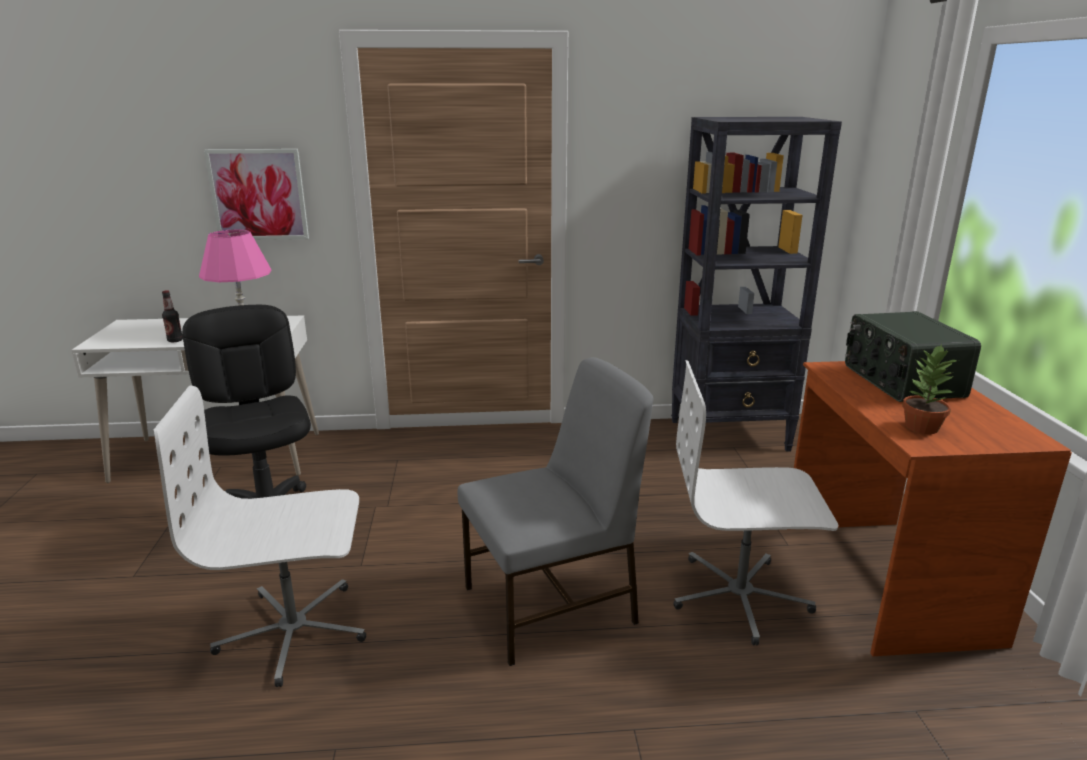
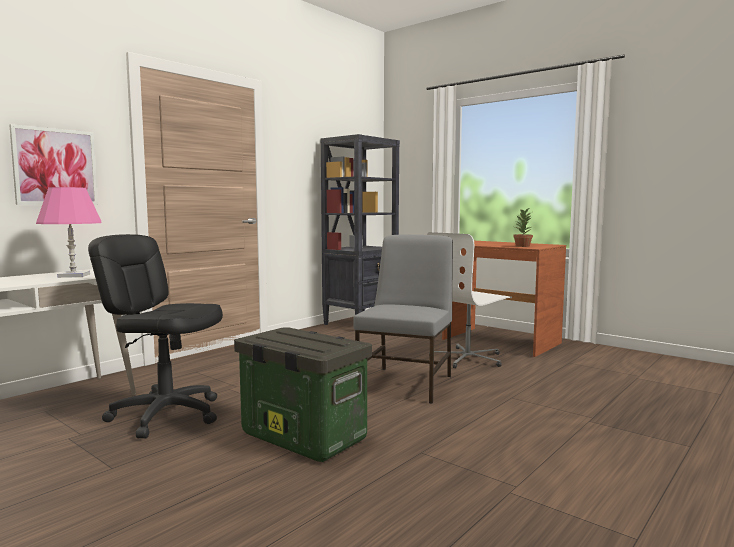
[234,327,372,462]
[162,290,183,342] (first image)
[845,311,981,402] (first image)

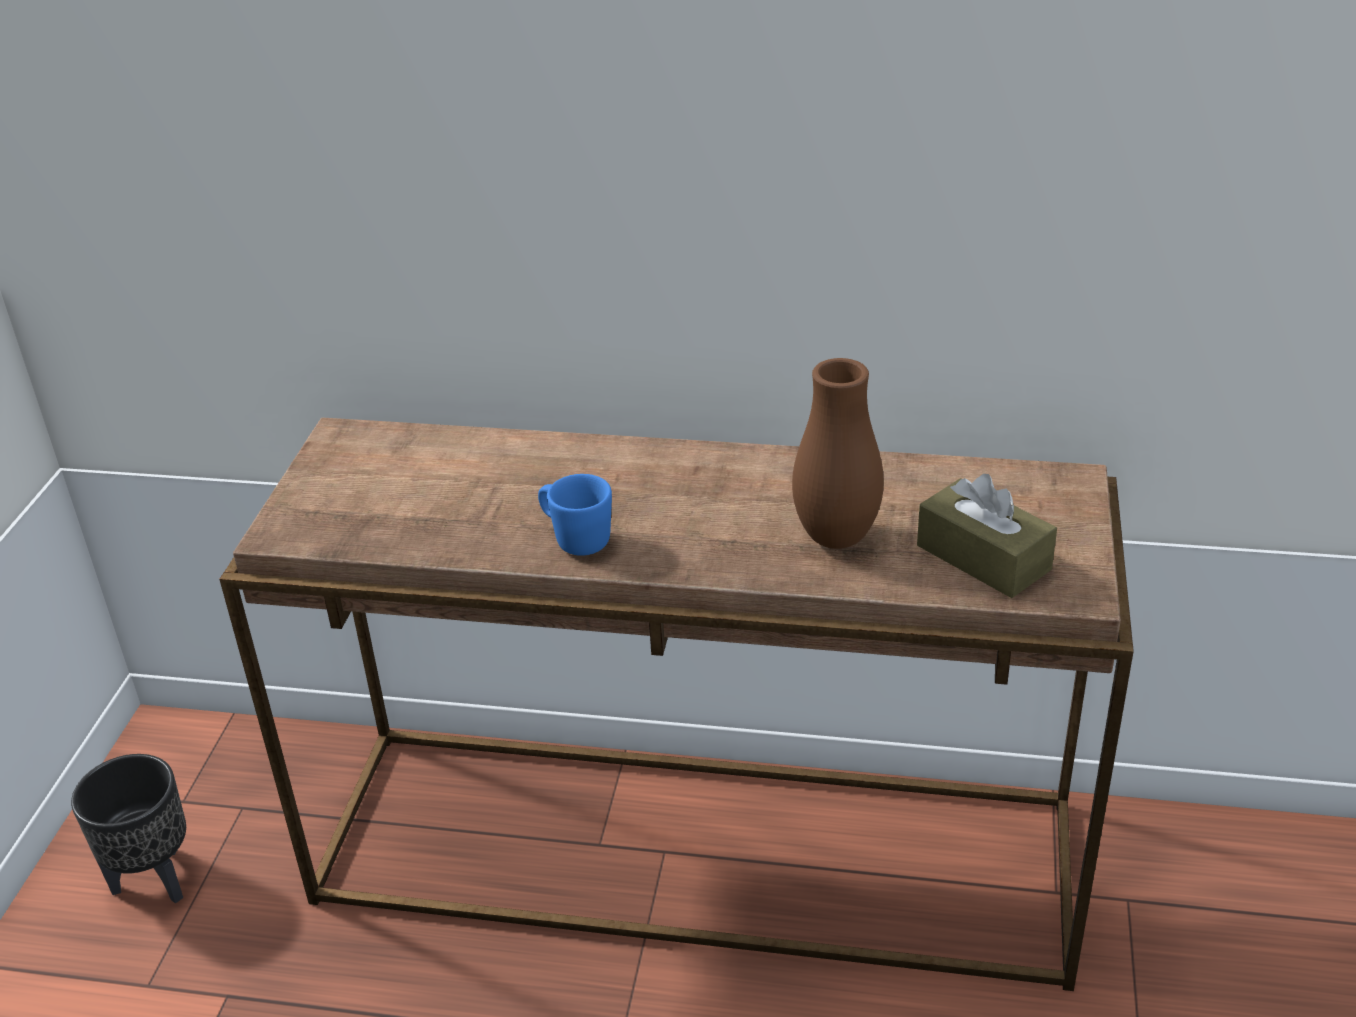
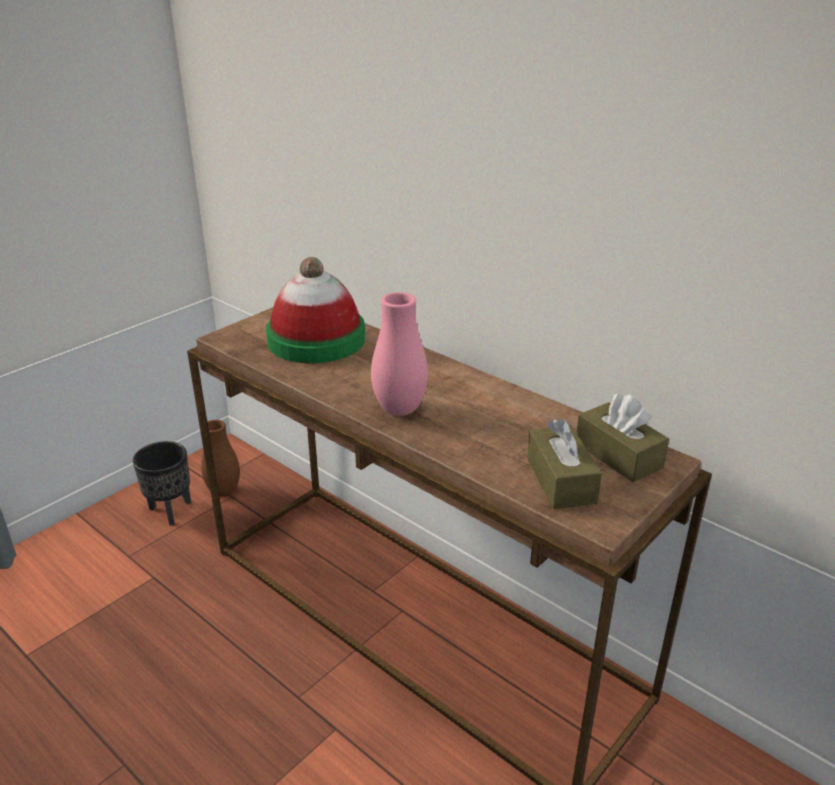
[201,420,240,497]
[266,257,365,363]
[371,292,428,416]
[576,394,669,482]
[538,474,612,556] (first image)

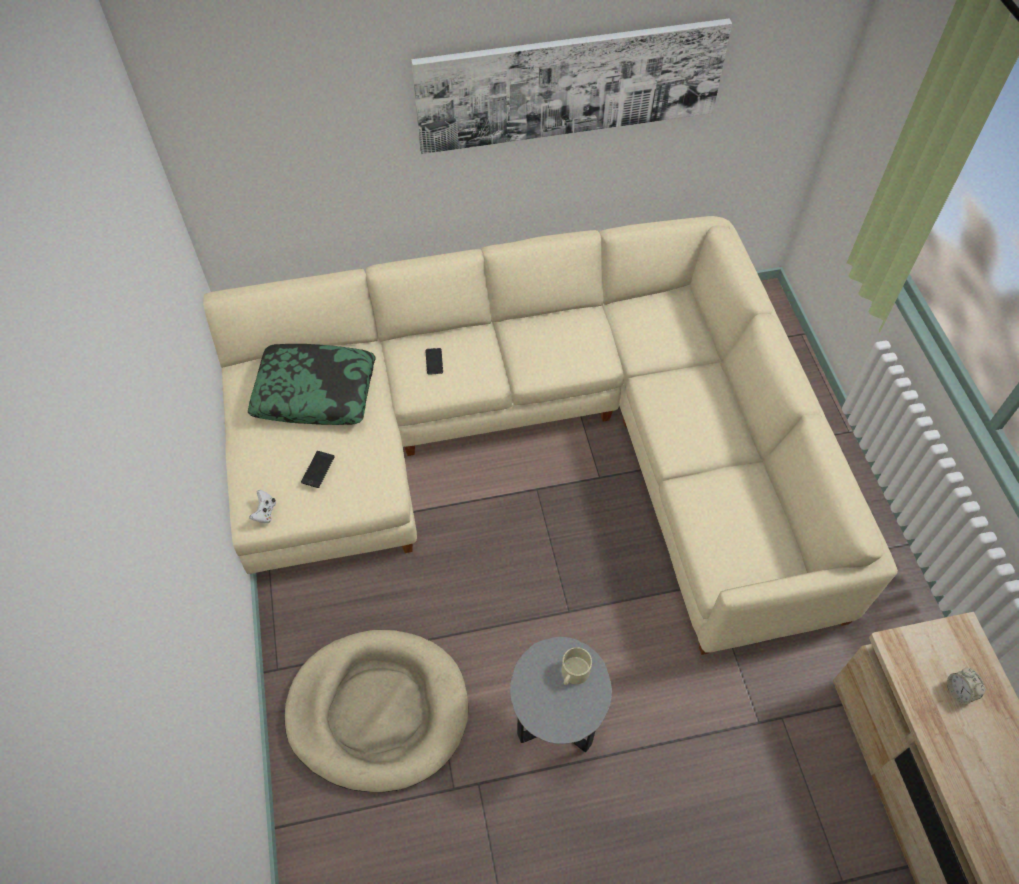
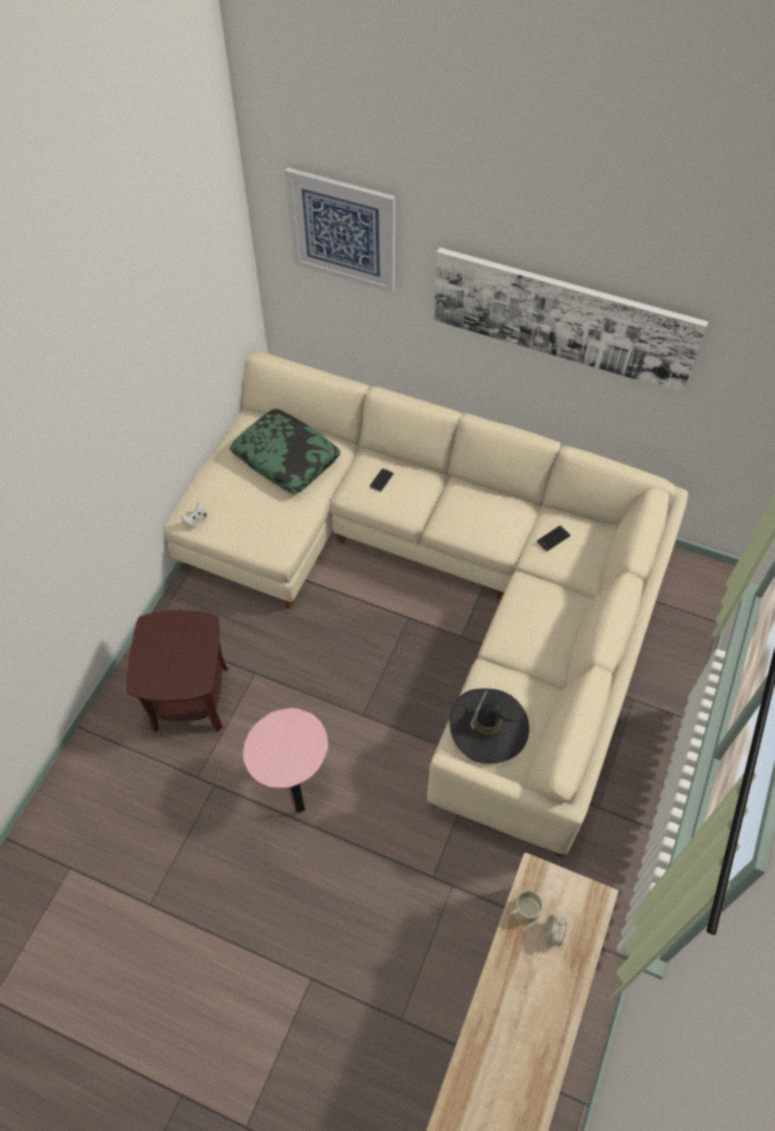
[126,610,228,732]
[243,708,328,813]
[285,167,395,293]
[449,688,529,764]
[510,891,543,924]
[537,526,570,551]

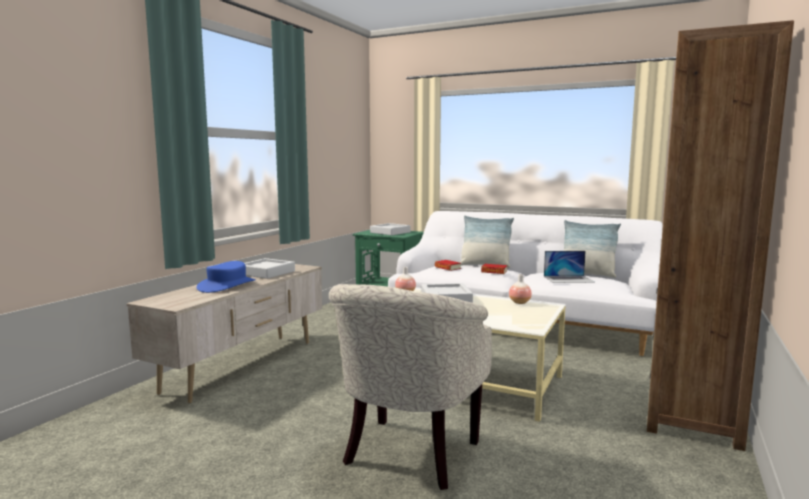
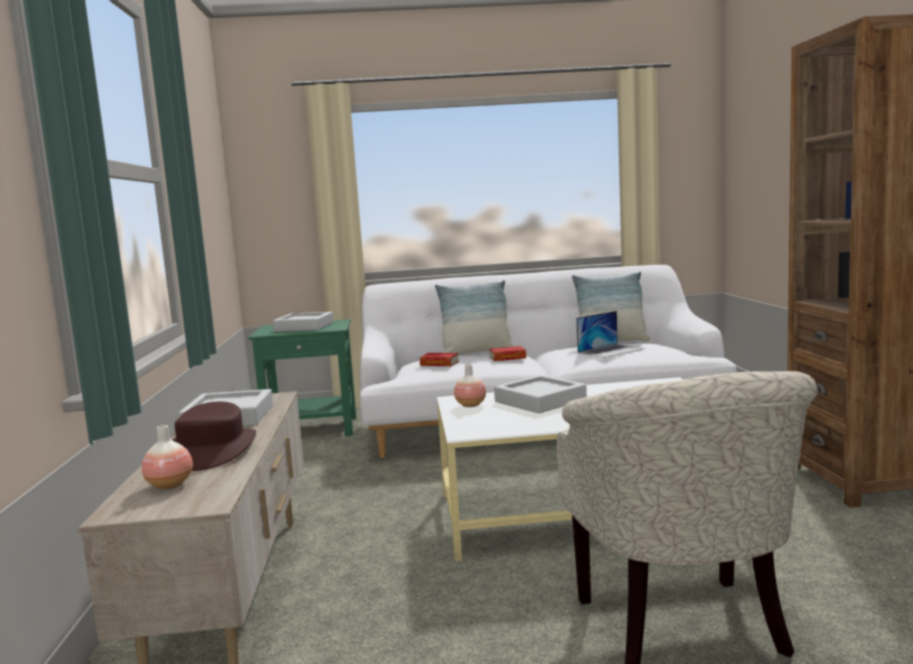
[142,425,193,489]
[172,402,256,471]

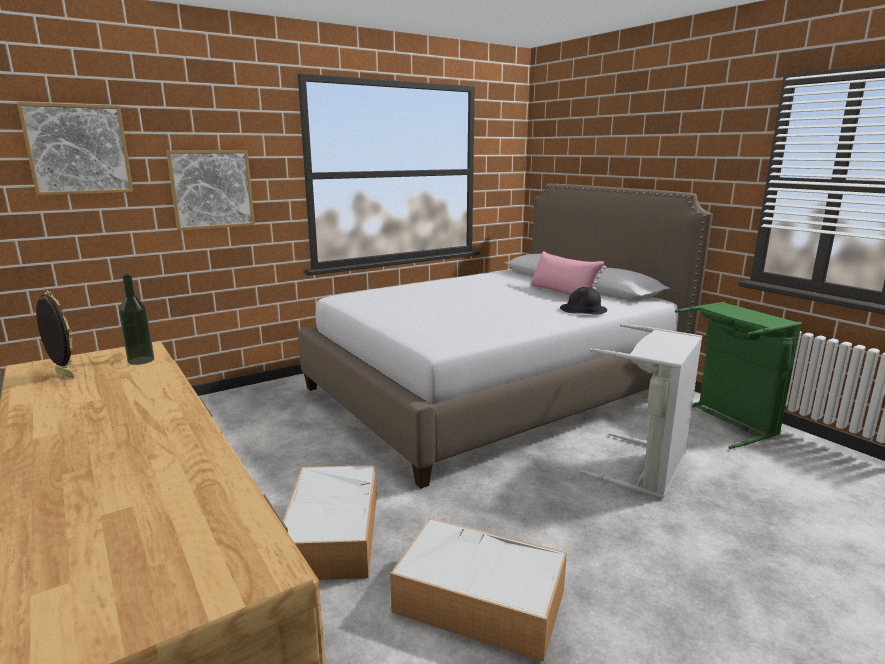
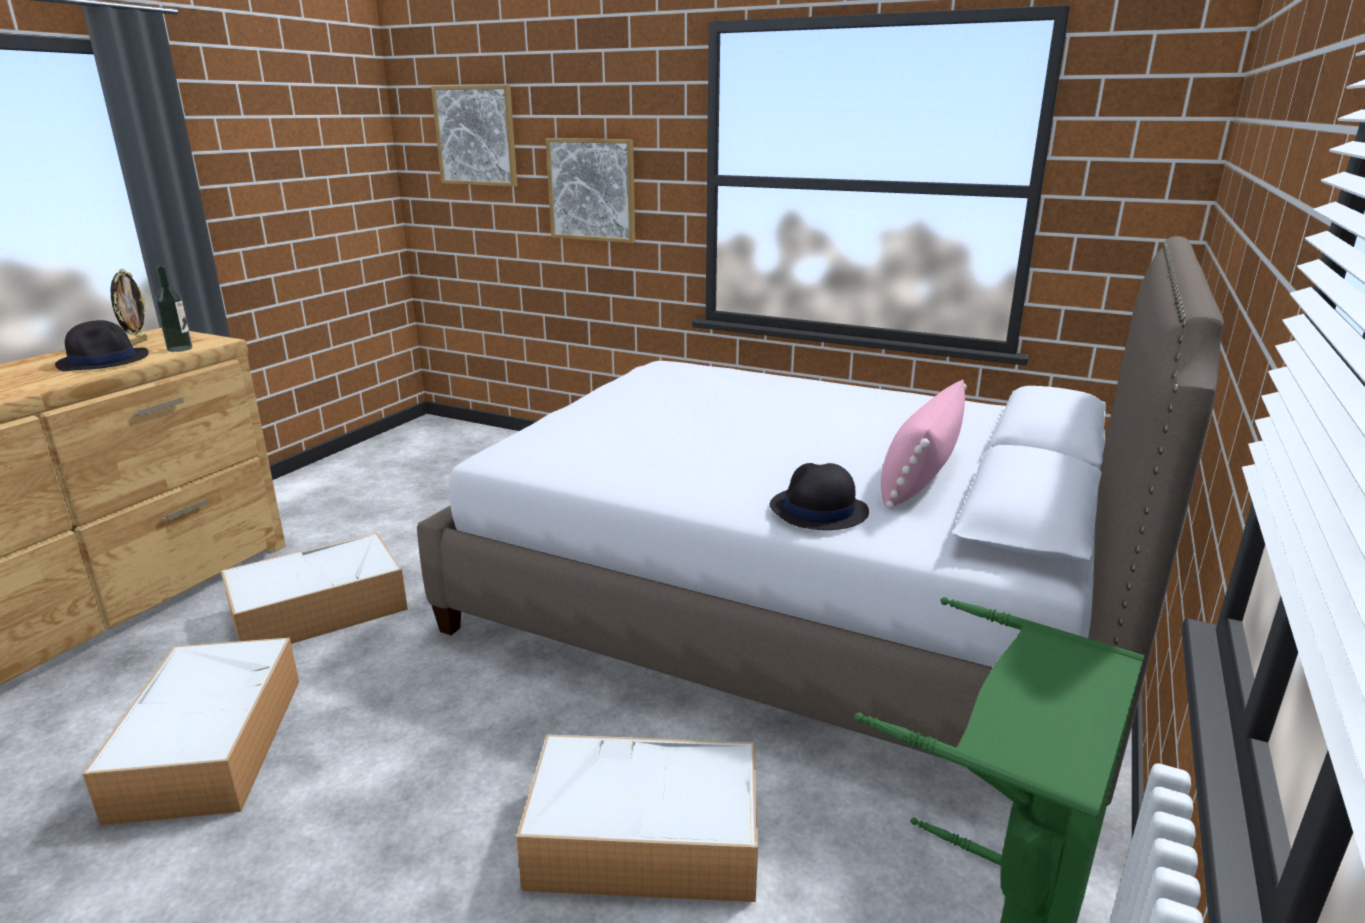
[55,320,149,371]
[516,734,758,902]

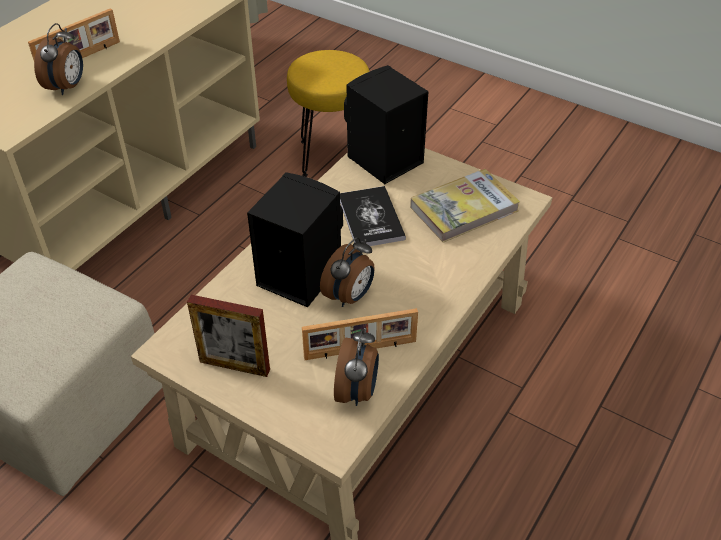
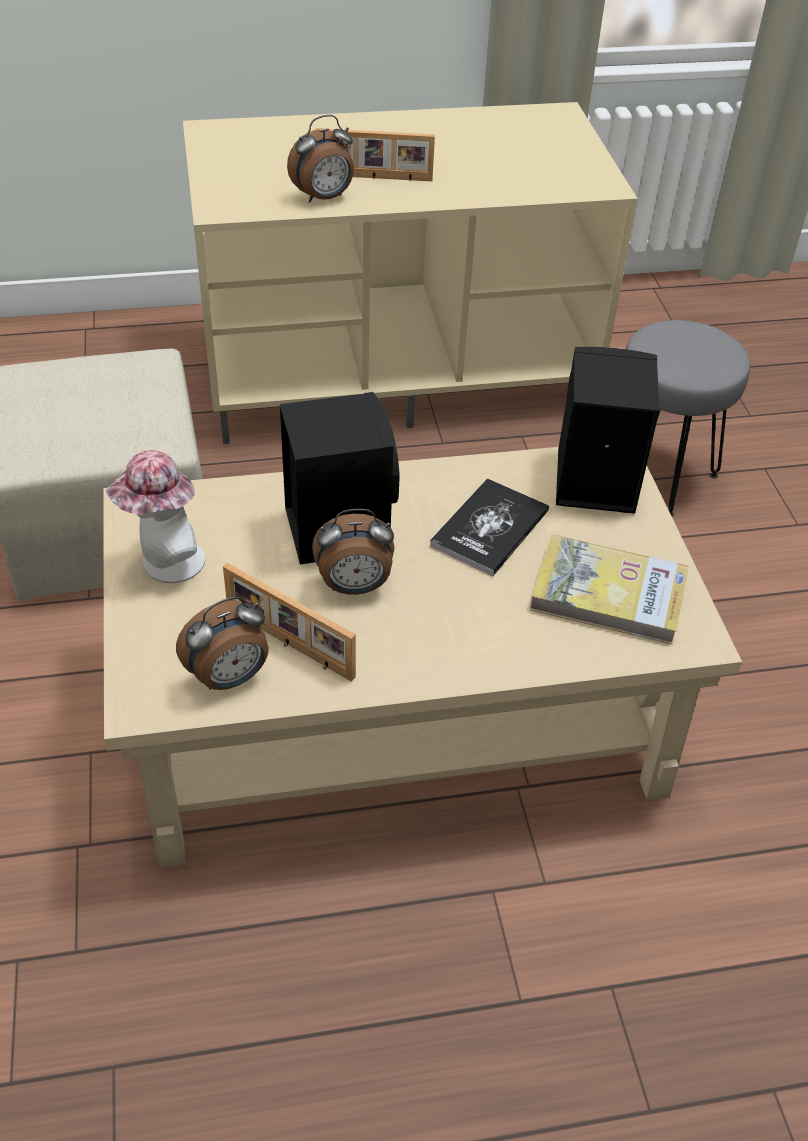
[105,450,205,583]
[626,320,750,516]

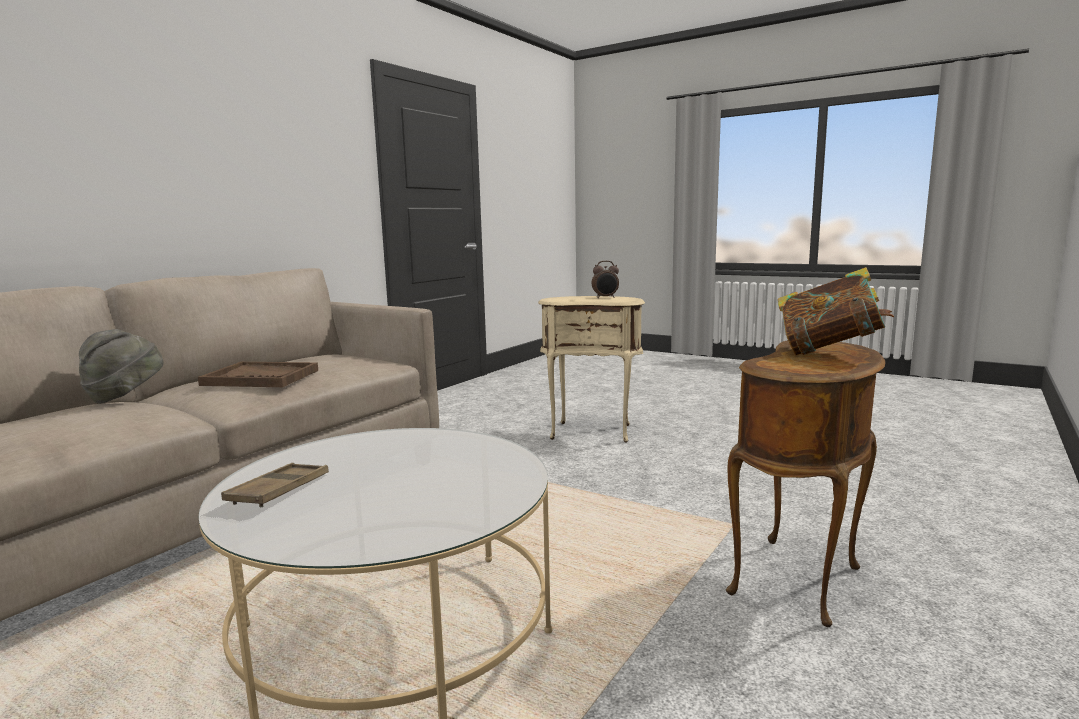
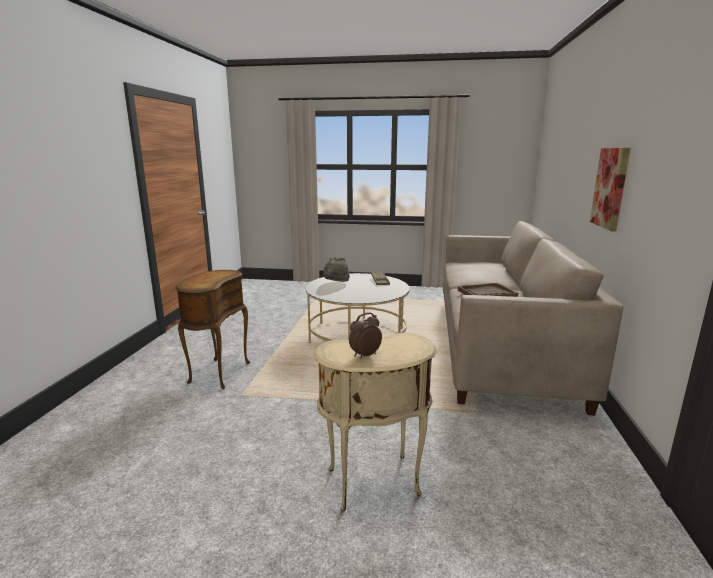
[323,257,350,282]
[590,148,631,231]
[778,267,894,355] (first image)

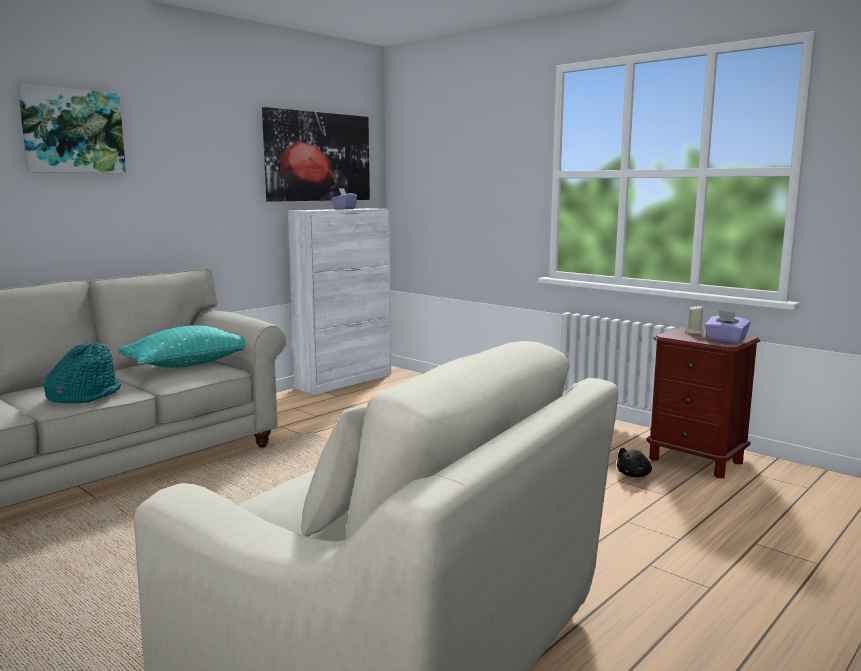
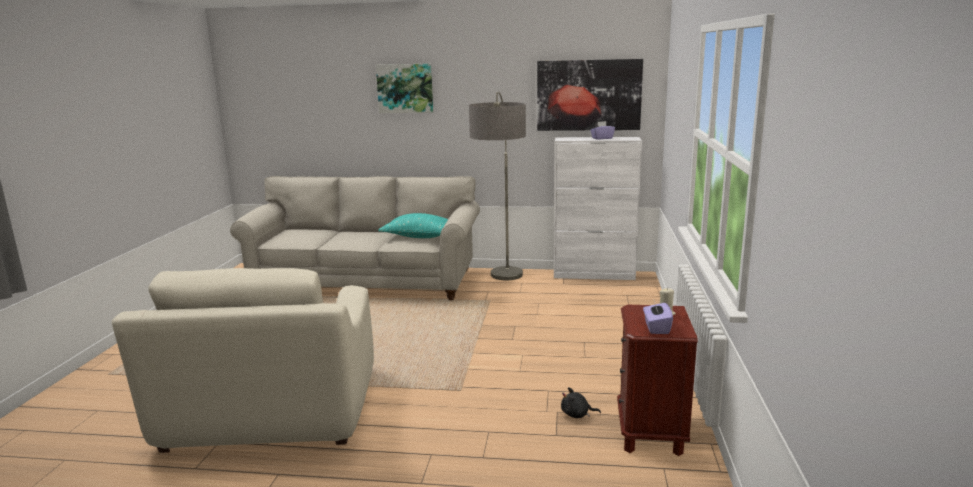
[469,92,526,280]
[44,343,121,403] (first image)

